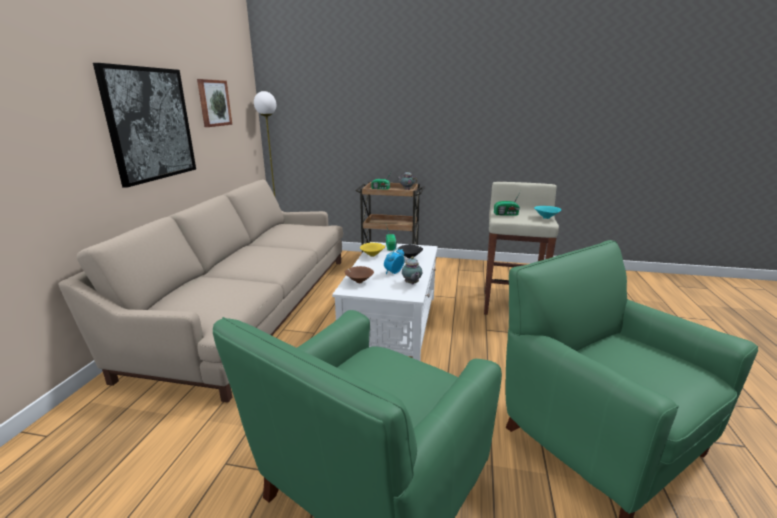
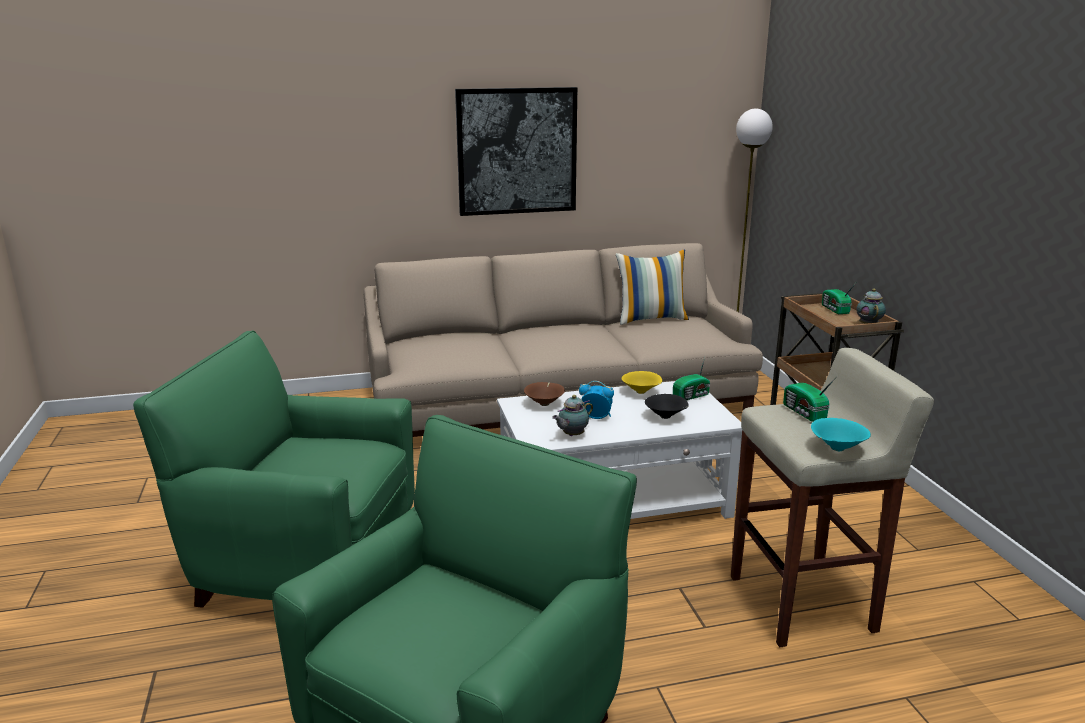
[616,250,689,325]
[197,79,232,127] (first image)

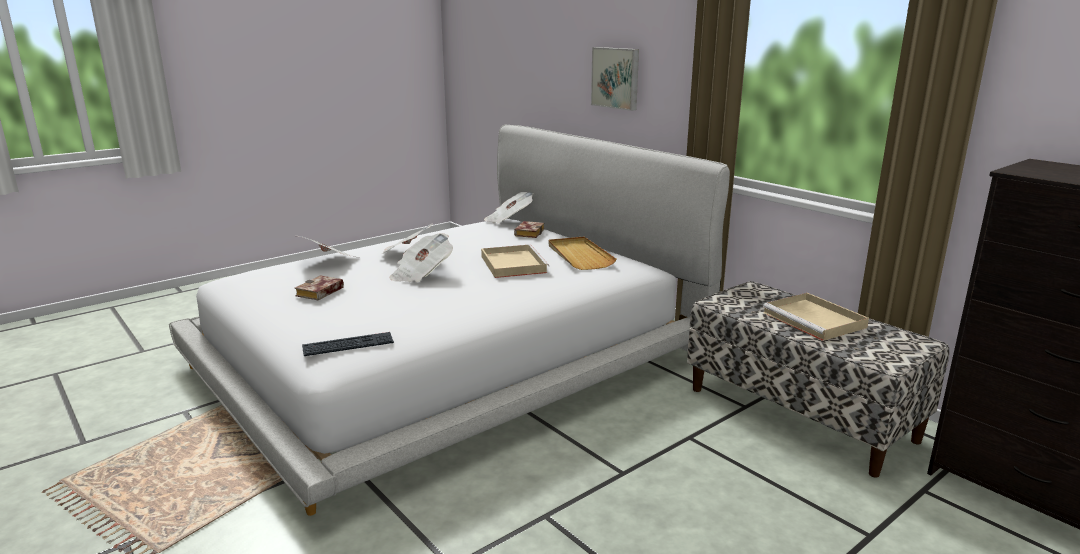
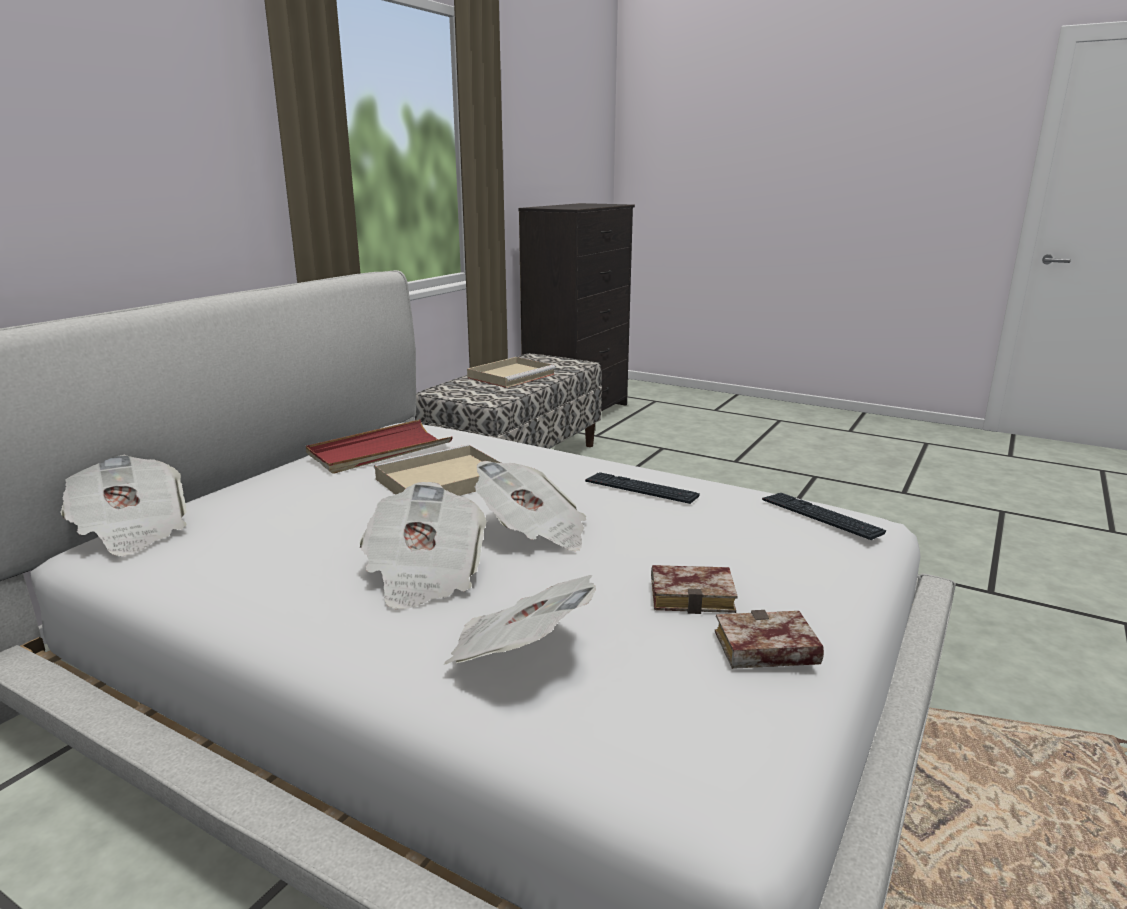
[306,419,452,474]
[585,472,700,504]
[715,610,824,669]
[591,47,639,111] (first image)

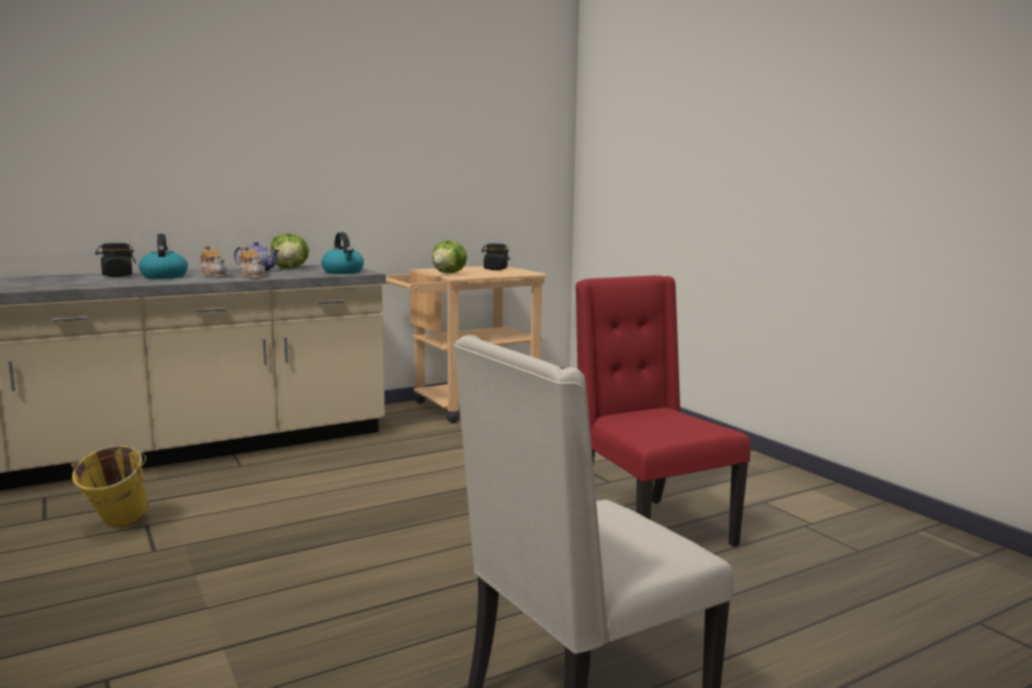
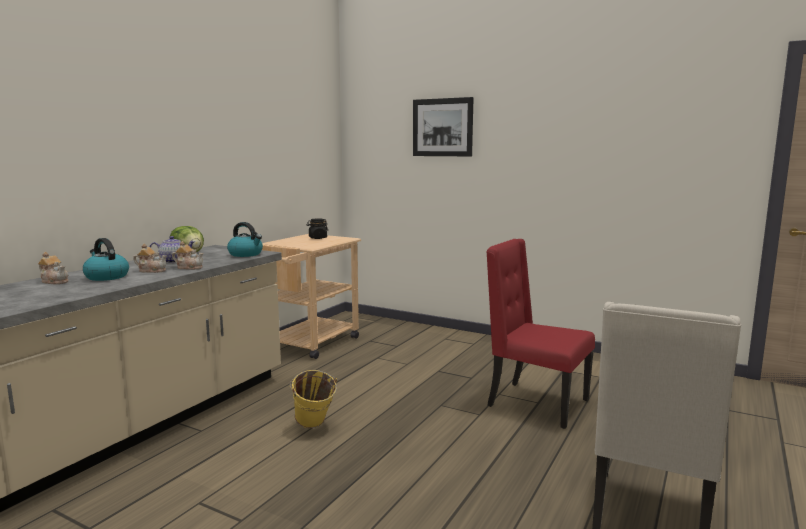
[38,252,69,284]
[290,370,337,428]
[413,97,474,156]
[432,241,467,273] (first image)

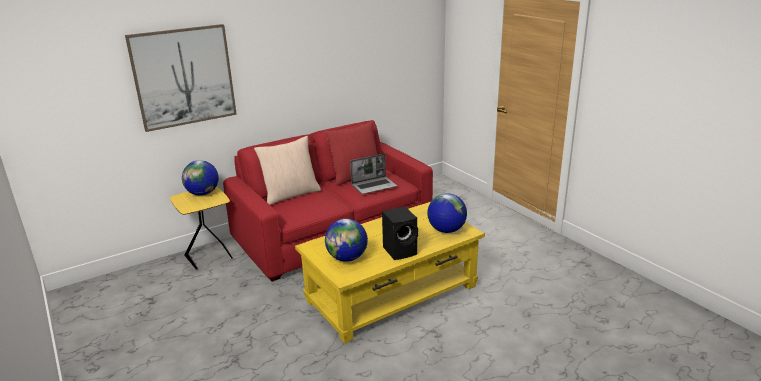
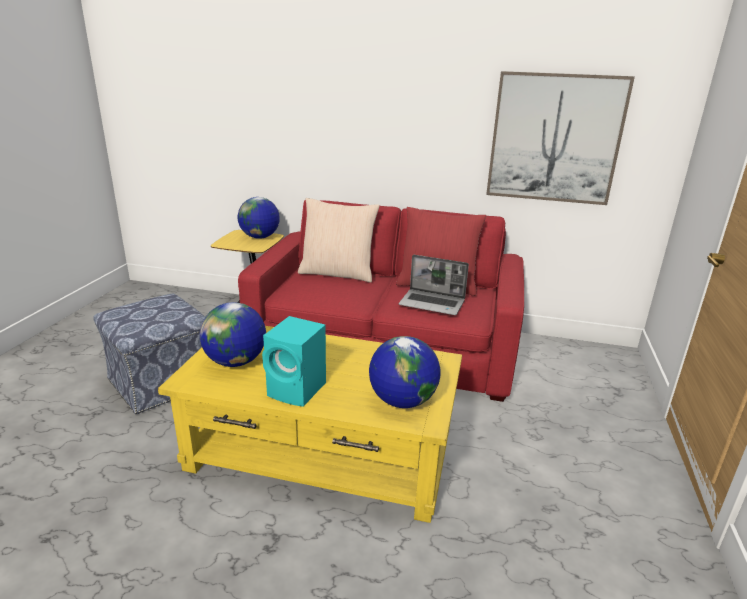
[93,294,205,414]
[262,316,326,407]
[486,71,635,205]

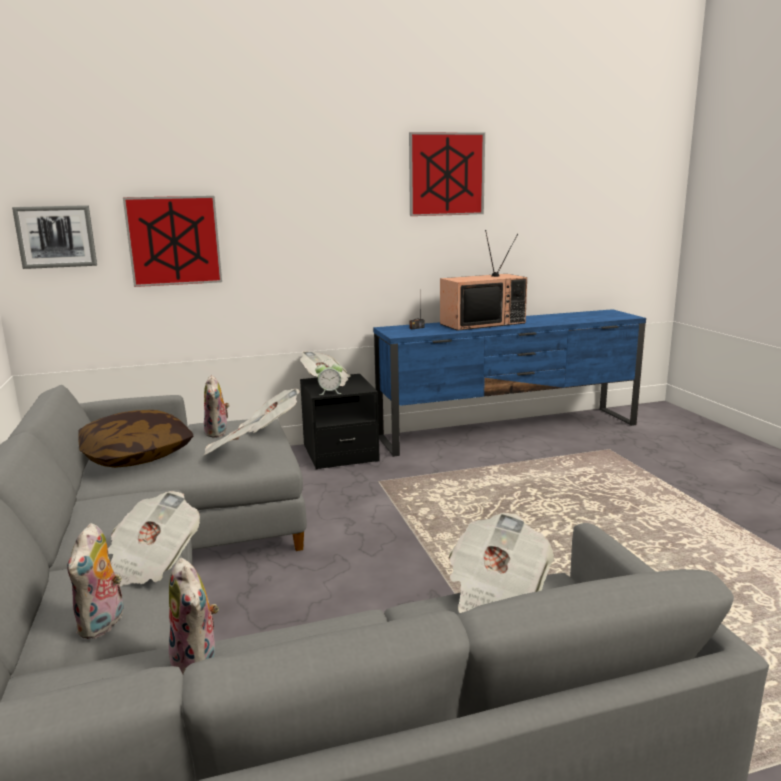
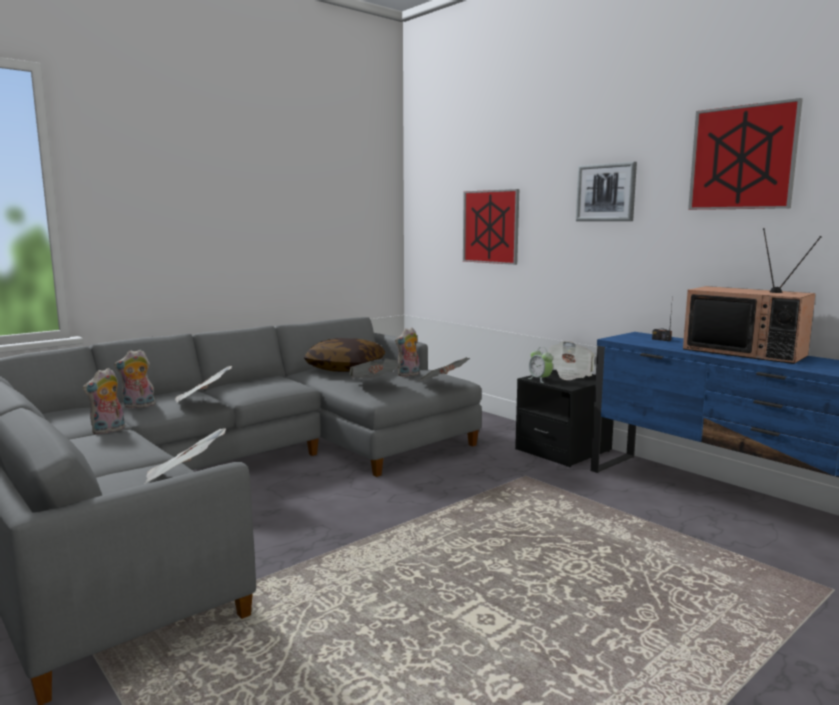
[576,162,637,221]

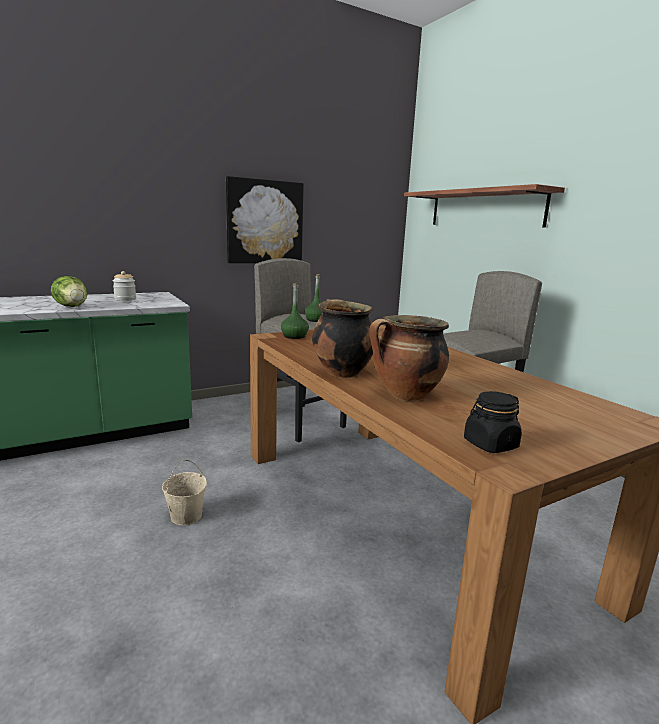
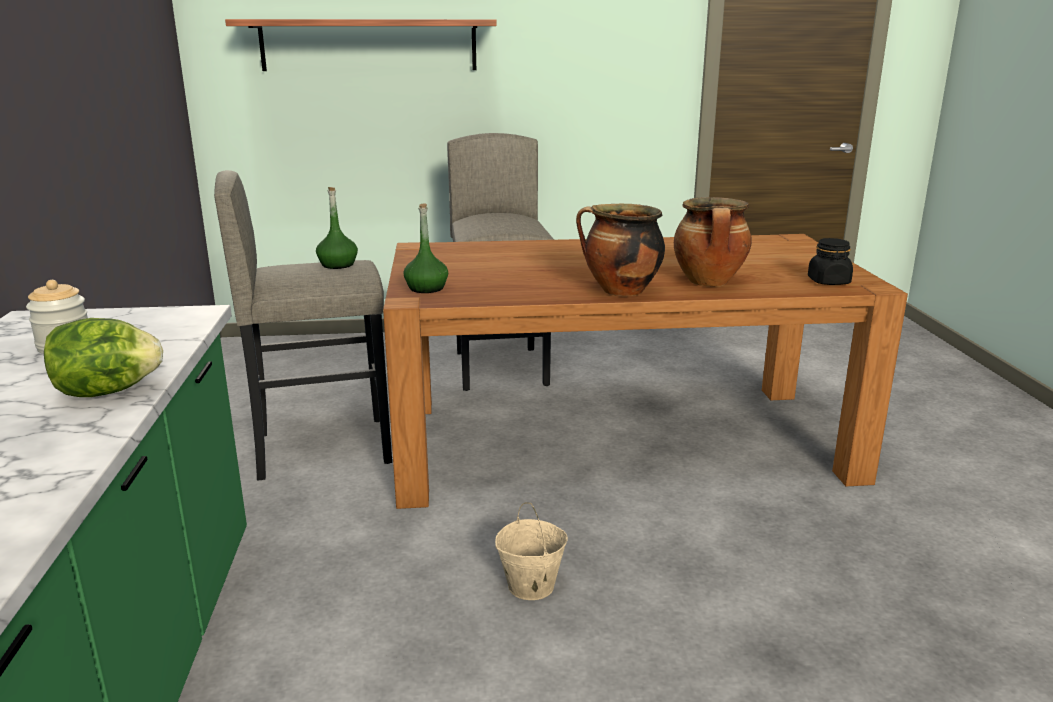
[226,176,304,263] (first image)

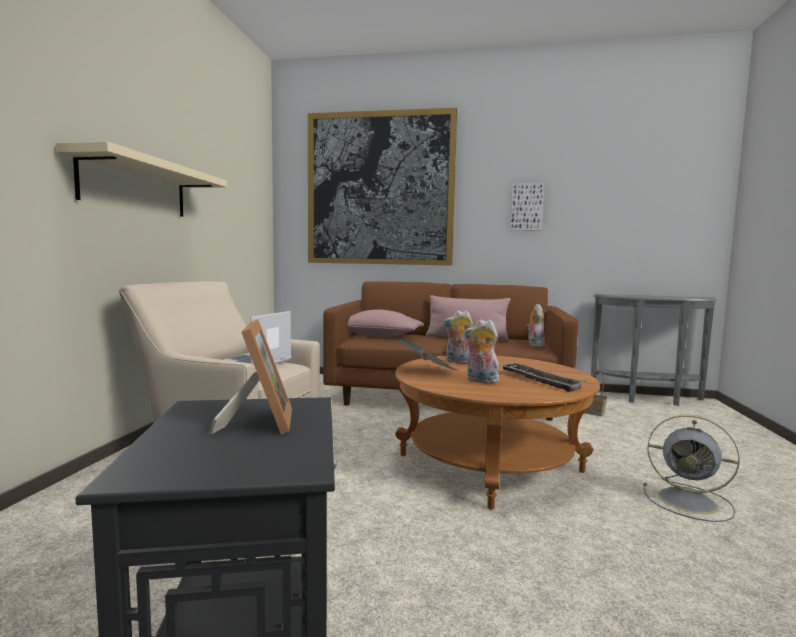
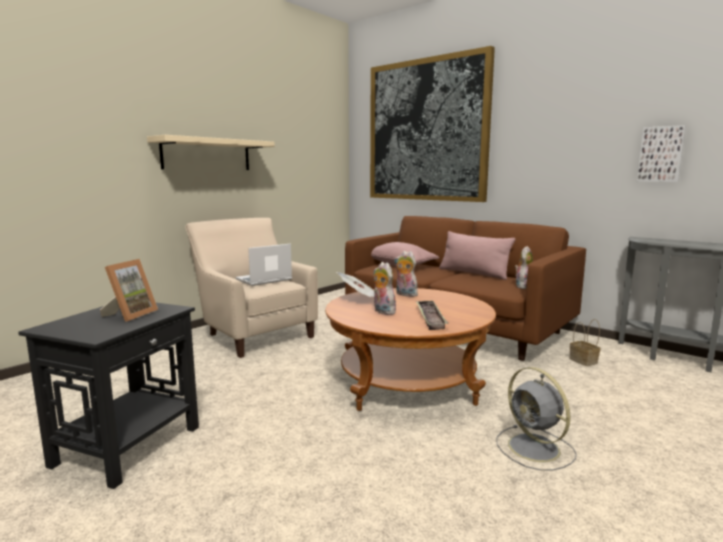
[637,125,686,182]

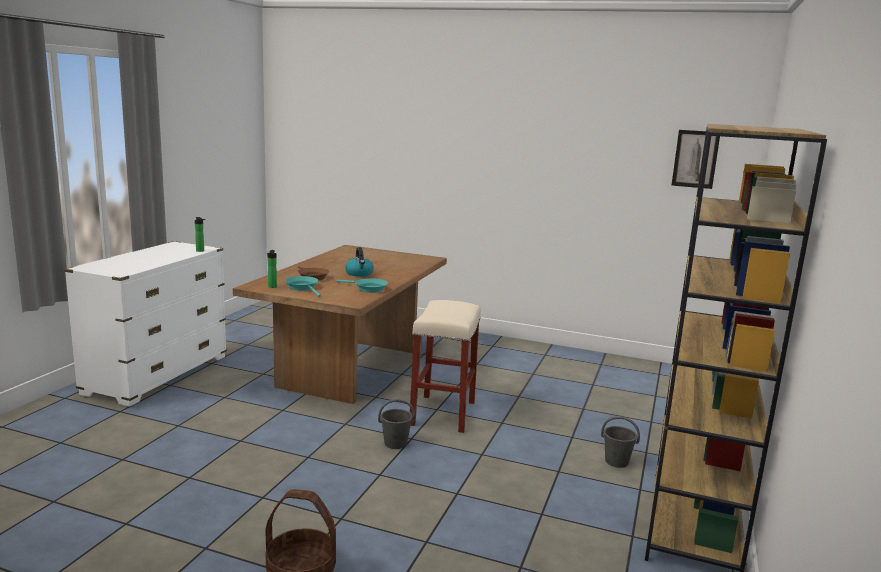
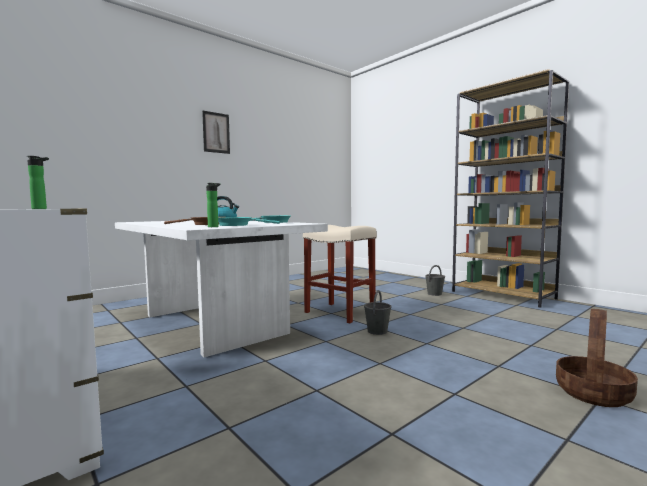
[115,220,328,357]
[202,111,230,154]

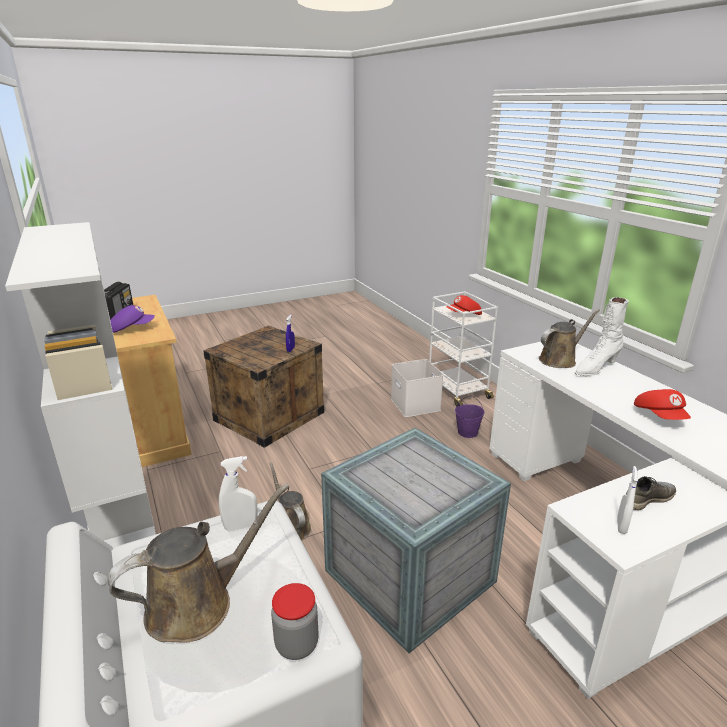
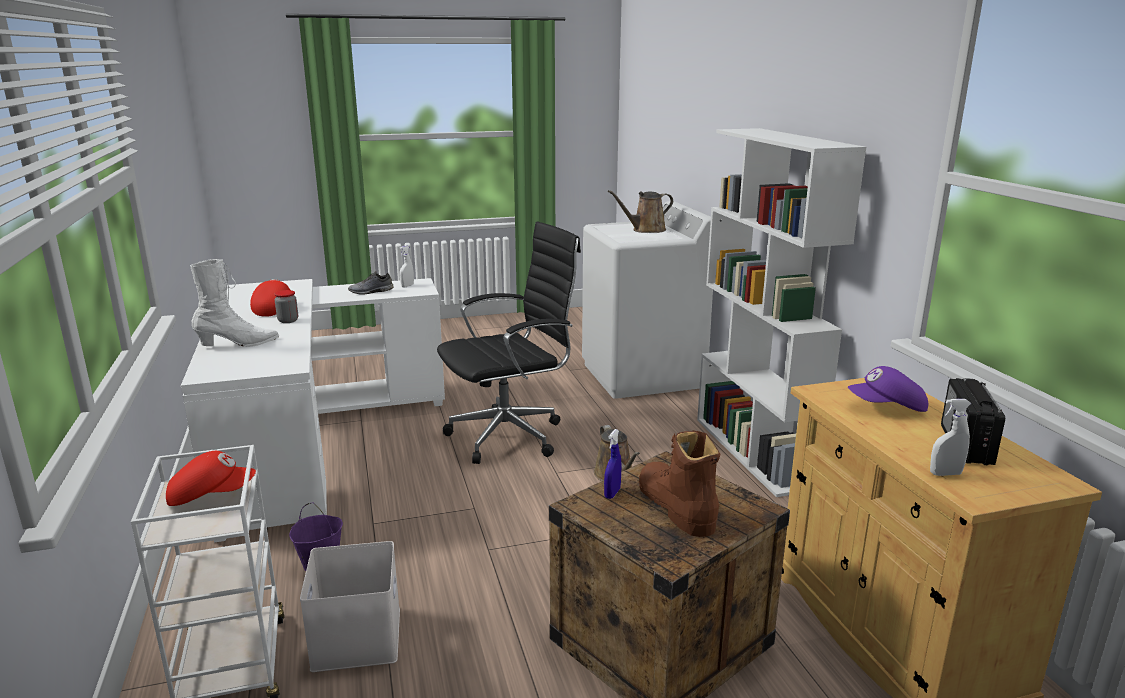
[275,290,298,323]
[437,221,581,464]
[639,430,720,537]
[930,399,972,476]
[539,309,600,368] (first image)

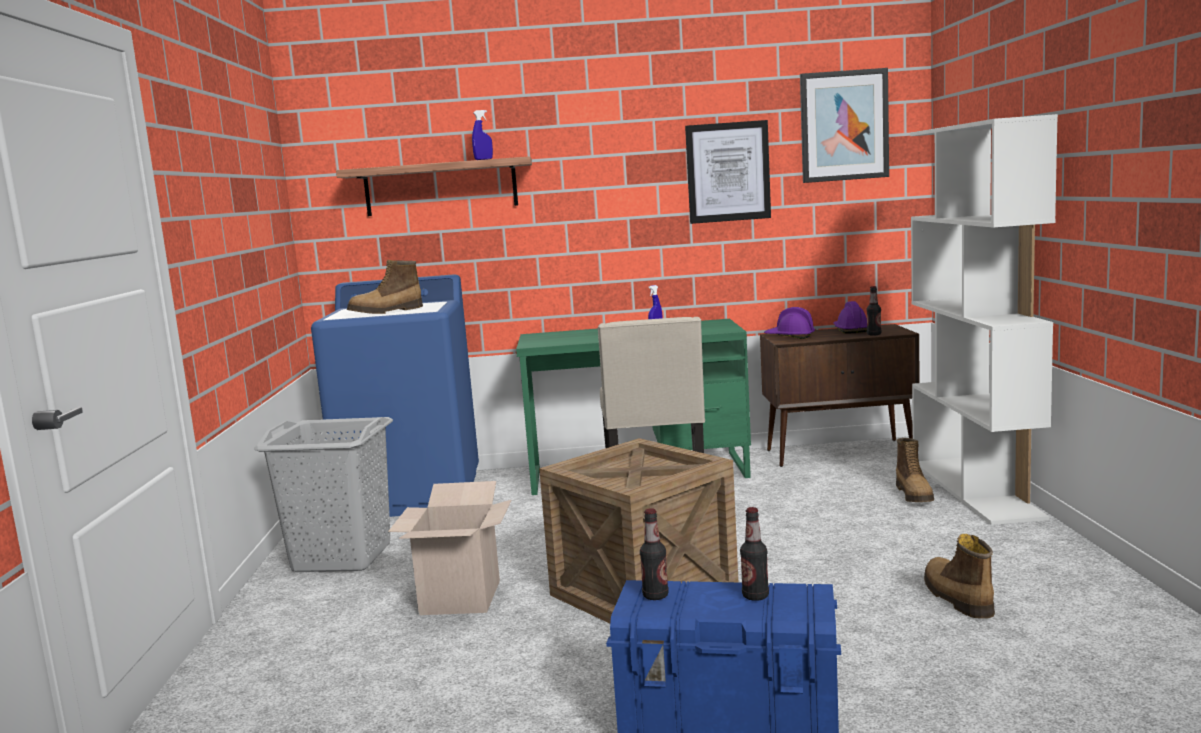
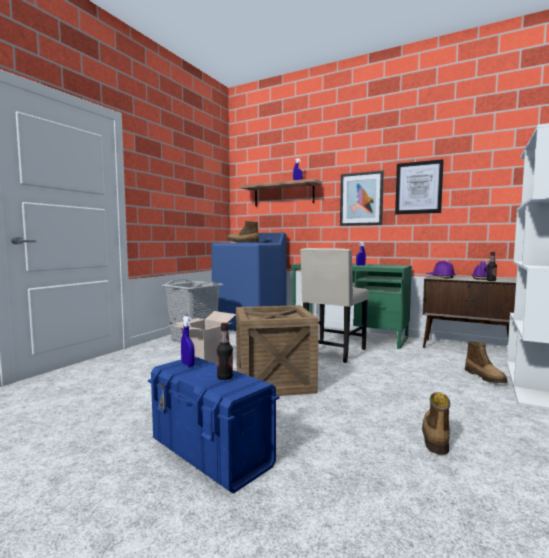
[181,316,195,367]
[340,170,384,226]
[465,341,508,383]

